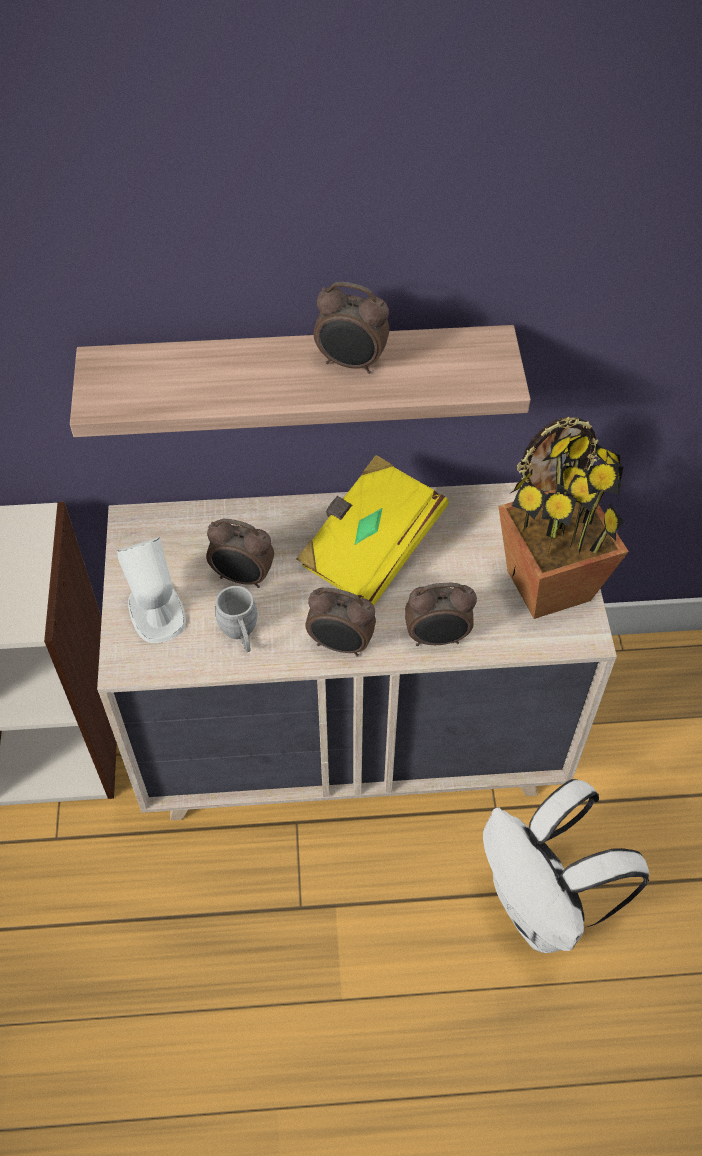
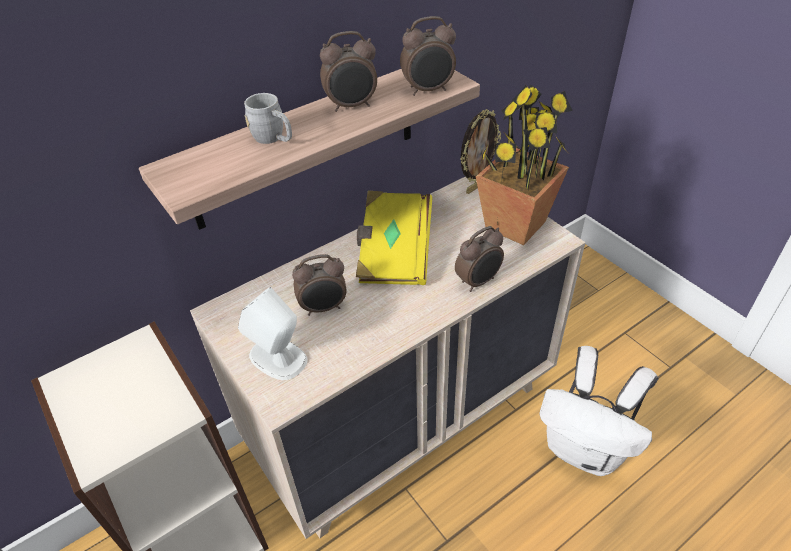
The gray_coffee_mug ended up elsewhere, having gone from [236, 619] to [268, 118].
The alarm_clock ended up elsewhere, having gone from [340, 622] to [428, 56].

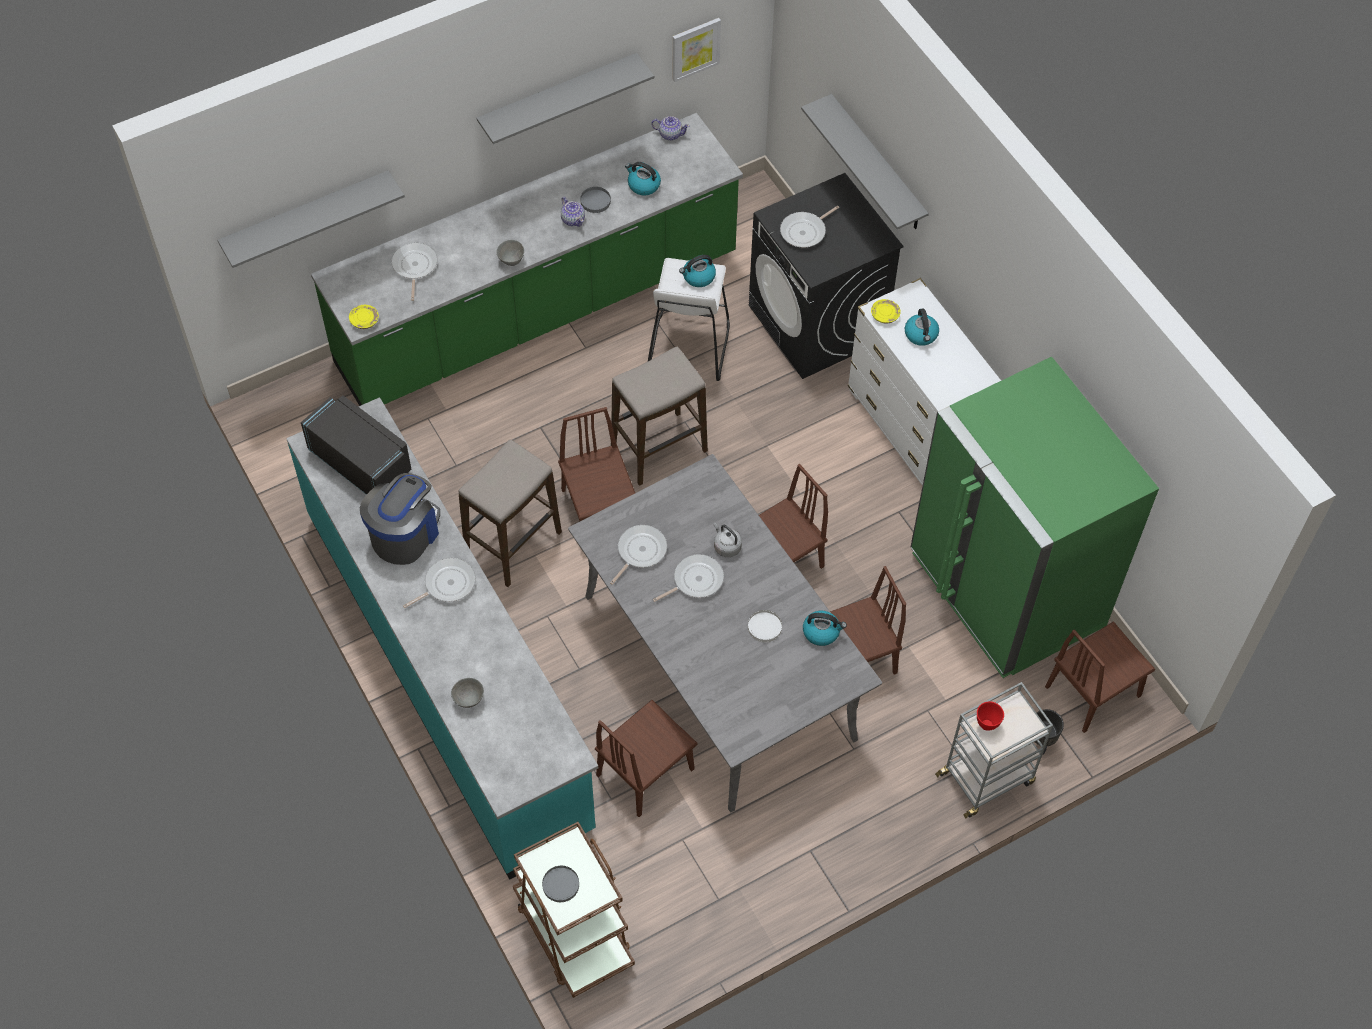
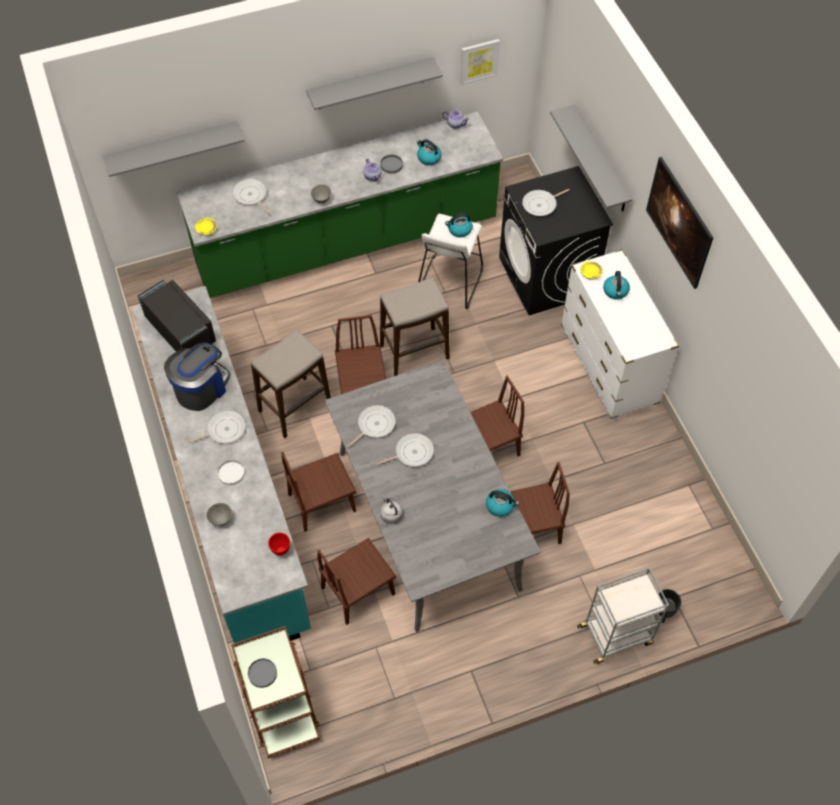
The pan at [414, 271] ended up facing another way, 45 degrees counterclockwise from before.
The gray_tea_kettle ended up elsewhere, having gone from [728, 540] to [391, 509].
The white_flat_dish ended up elsewhere, having gone from [765, 626] to [231, 472].
The second view lost the greenish_refrigerator at [1035, 517].
The red_deep_dish ended up elsewhere, having gone from [990, 716] to [279, 544].
The brown_chair ended up elsewhere, having gone from [1100, 677] to [318, 492].
The second view gained the wall_picture at [680, 223].

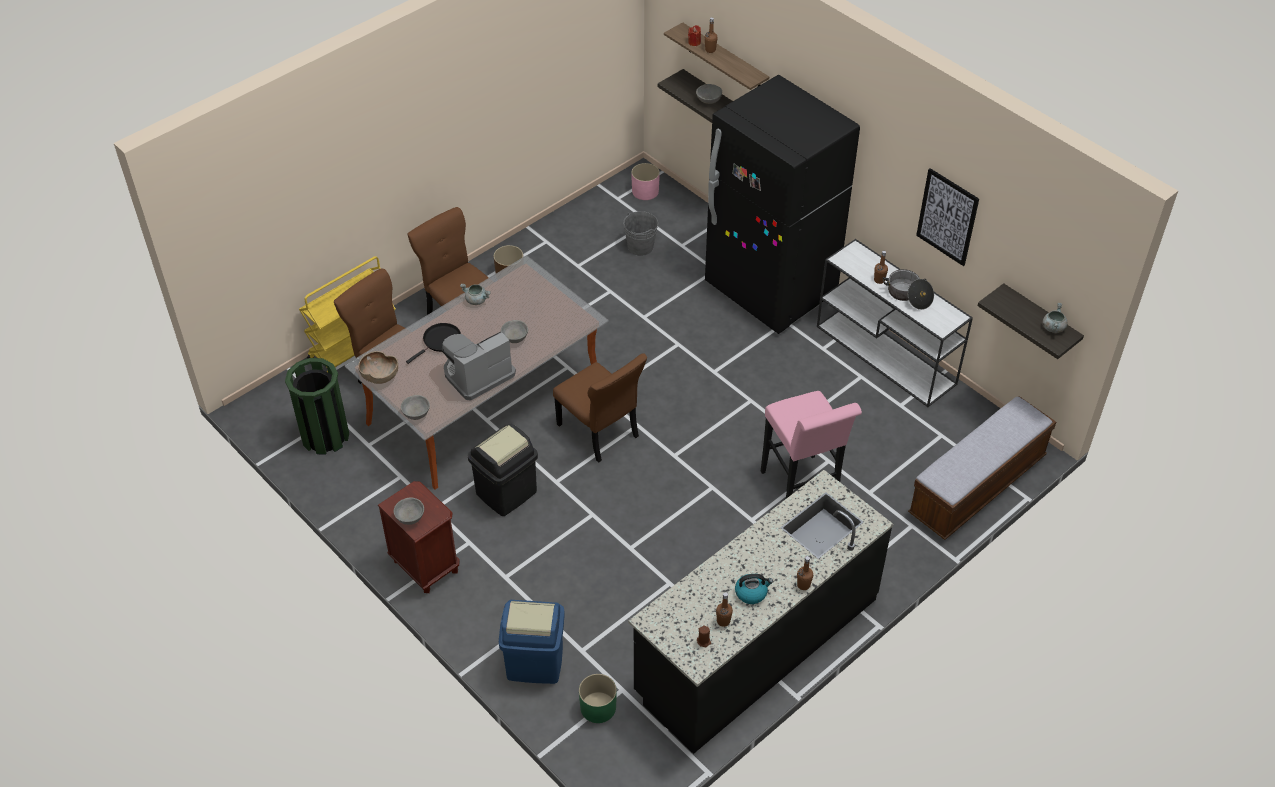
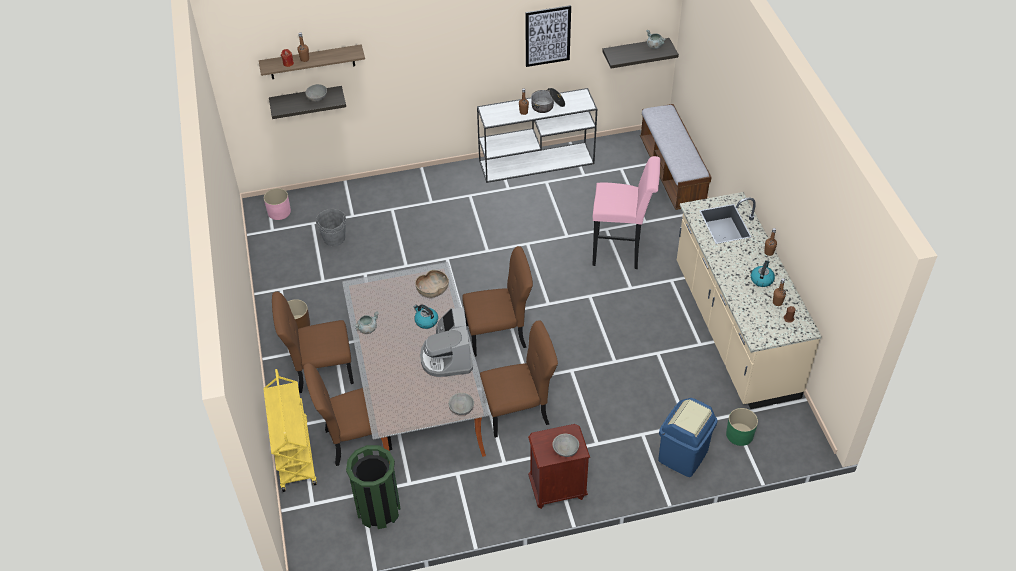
The brown_deep_dish ended up elsewhere, having gone from [378, 367] to [432, 284].
The second view lost the black_pan at [433, 343].
Where the black_waste_bin stood at [503, 470], the brown_chair came to stand at [519, 379].
Where the gray_deep_dish stood at [514, 331], the tea_kettle came to stand at [426, 316].
What was the black_kitchen_base_unit at [760, 612] turned into the beige_kitchen_base_unit at [749, 300].
The second view lost the black_refrigerator at [782, 204].

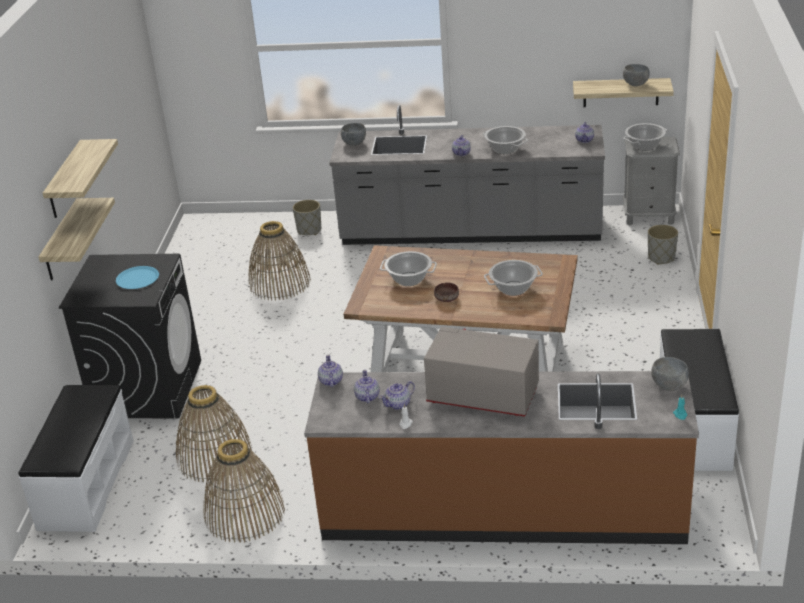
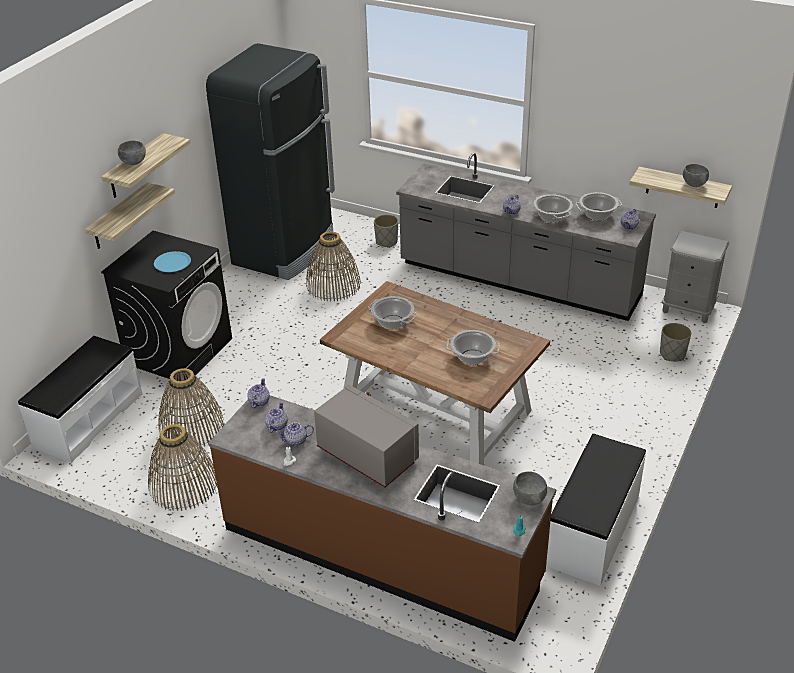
The gray_deep_dish ended up elsewhere, having gone from [353, 134] to [132, 153].
The second view lost the brown_deep_dish at [446, 292].
The cooking_pot ended up elsewhere, having gone from [645, 137] to [598, 206].
The second view gained the black_refrigerator at [270, 161].

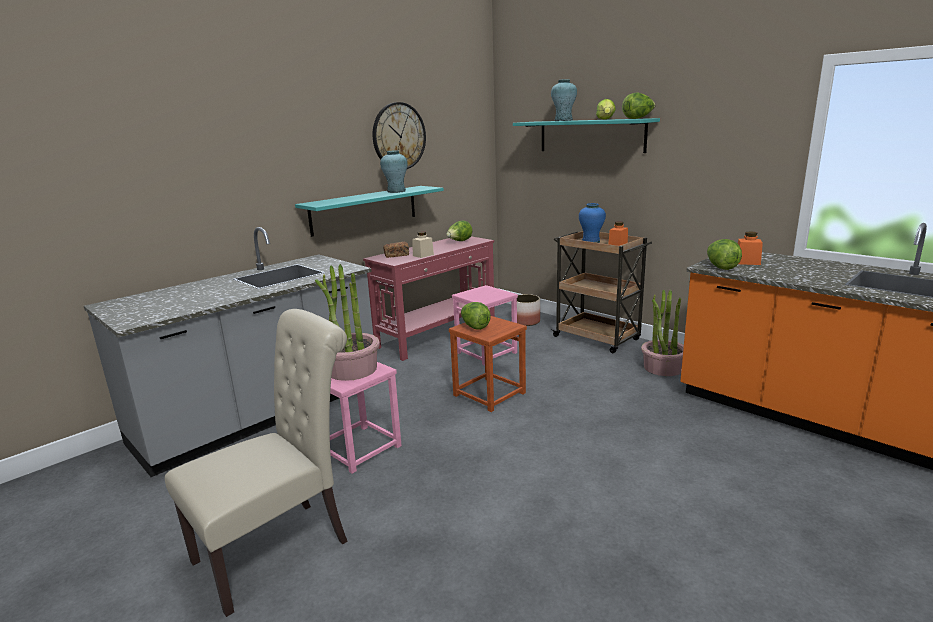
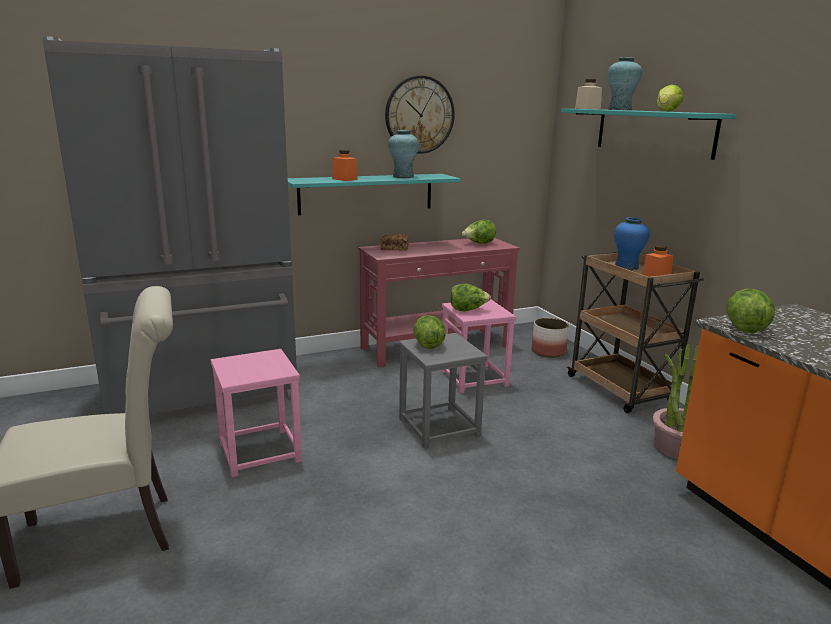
Where the gray_kitchen_base_unit stood at [228, 352], the gray_refrigerator came to stand at [170, 228].
The second view lost the potted_plant at [347, 322].
The beige_storage_jar ended up elsewhere, having gone from [423, 244] to [588, 94].
What was the brown_sitting_stool at [488, 364] turned into the gray_sitting_stool at [443, 391].
The lettuce ended up elsewhere, having gone from [639, 105] to [470, 297].
The orangey_storage_jar ended up elsewhere, having gone from [750, 248] to [345, 165].

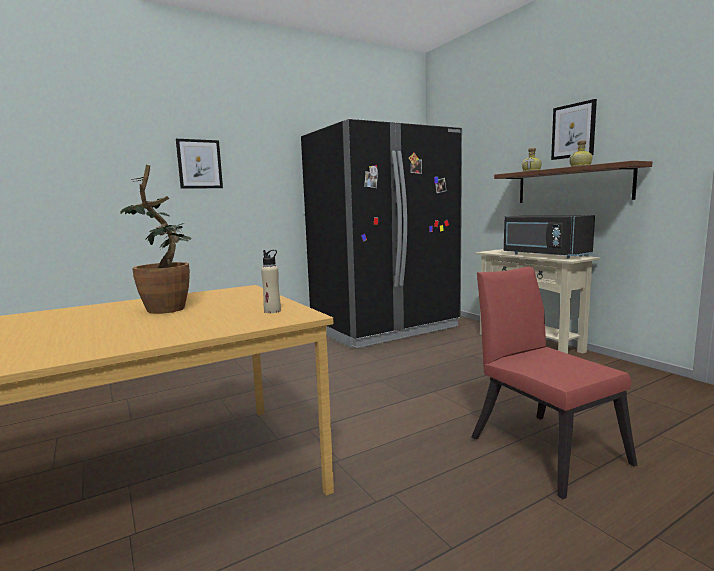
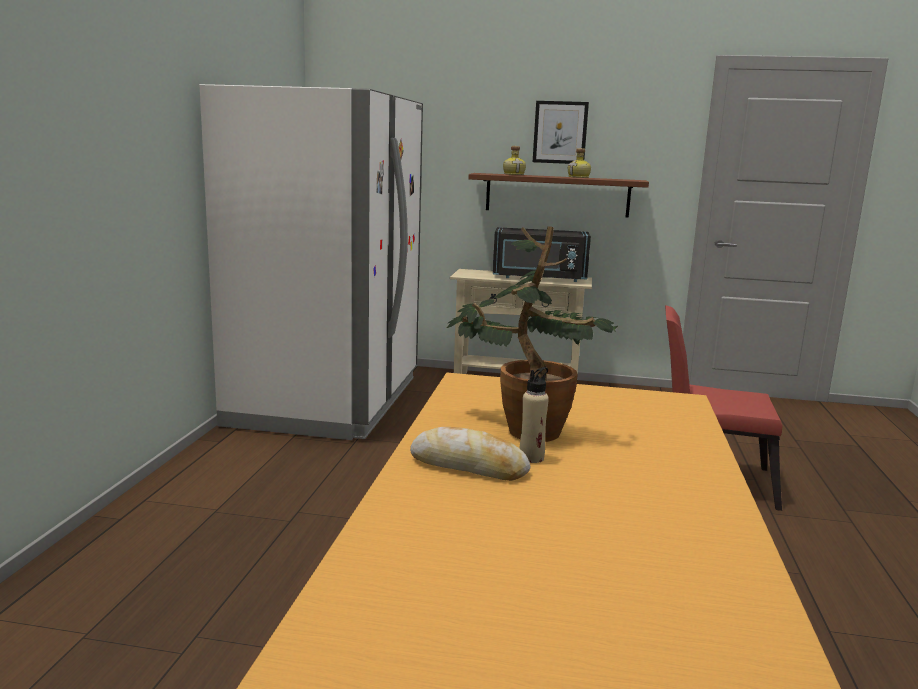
The second view lost the wall_picture at [199, 164].
The beige_beverage_bottle ended up elsewhere, having gone from [271, 281] to [534, 415].
What was the black_refrigerator at [381, 233] turned into the white_refrigerator at [311, 262].
The second view gained the bakery_bread at [470, 454].

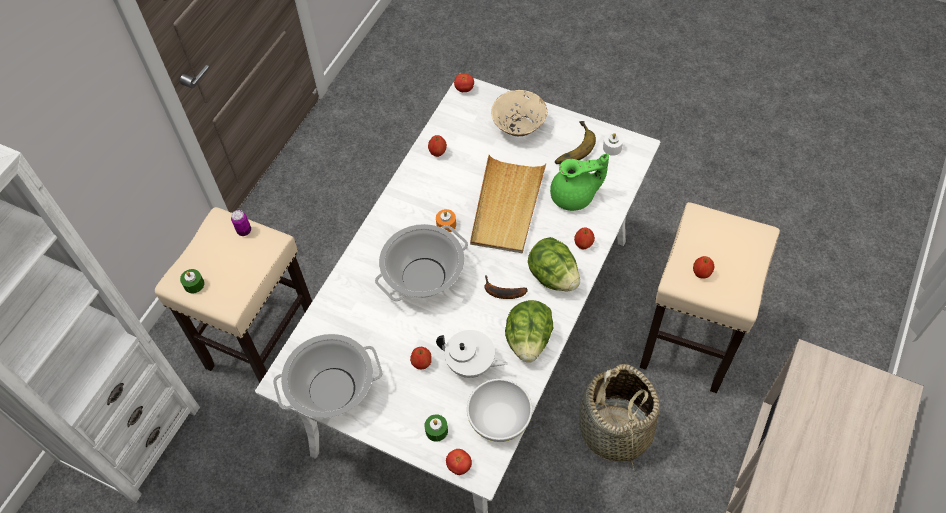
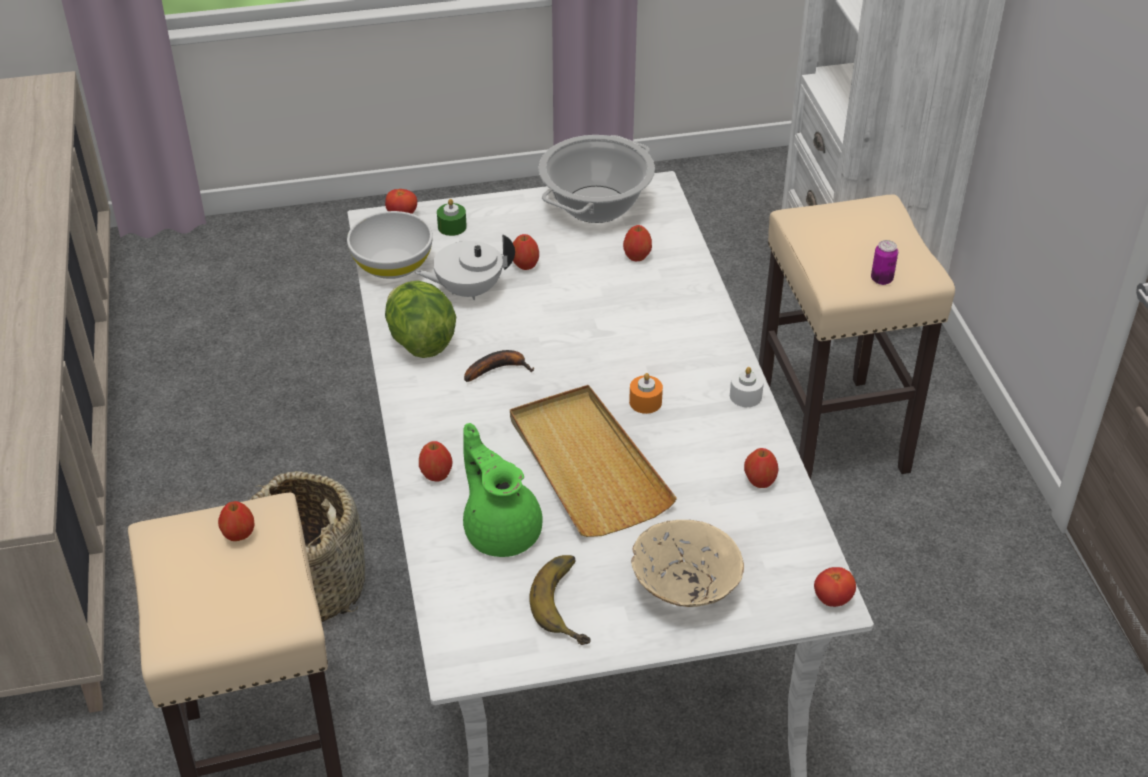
The second view lost the greenish_wax_candle at [192, 281].
The second view lost the cooking_pot at [421, 263].
The second view lost the lettuce at [554, 264].
The greenish_tea_pot at [579, 182] ended up facing another way, 105 degrees clockwise from before.
The white_wax_candle ended up elsewhere, having gone from [613, 144] to [747, 387].
The second view gained the apple at [637, 243].

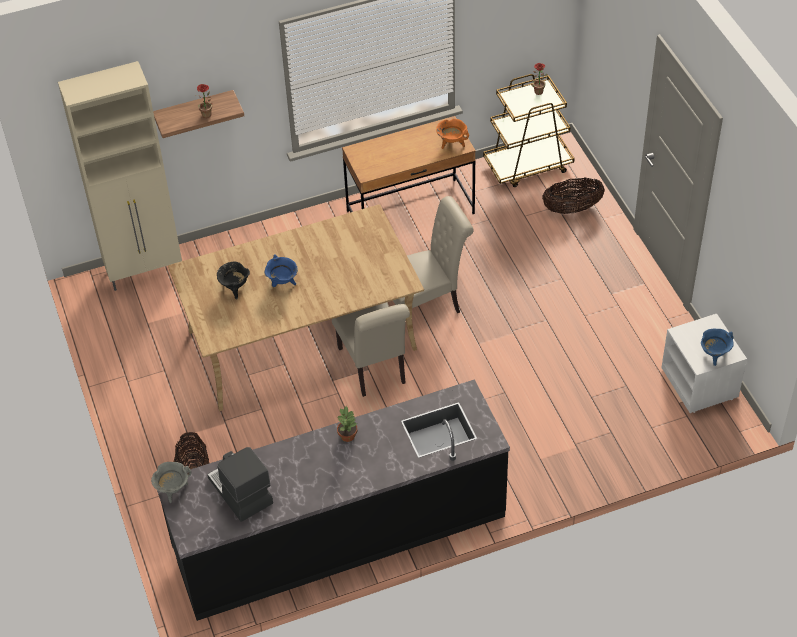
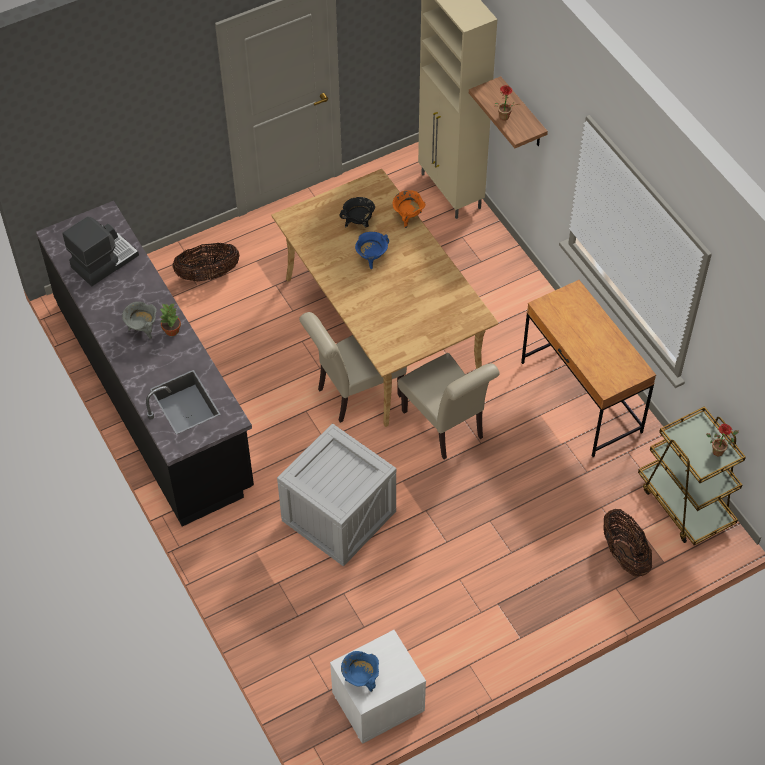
The gray_cooking_pot ended up elsewhere, having gone from [171, 482] to [139, 320].
The orangey_cooking_pot ended up elsewhere, having gone from [452, 133] to [409, 209].
The second view gained the shipping_crate at [336, 495].

